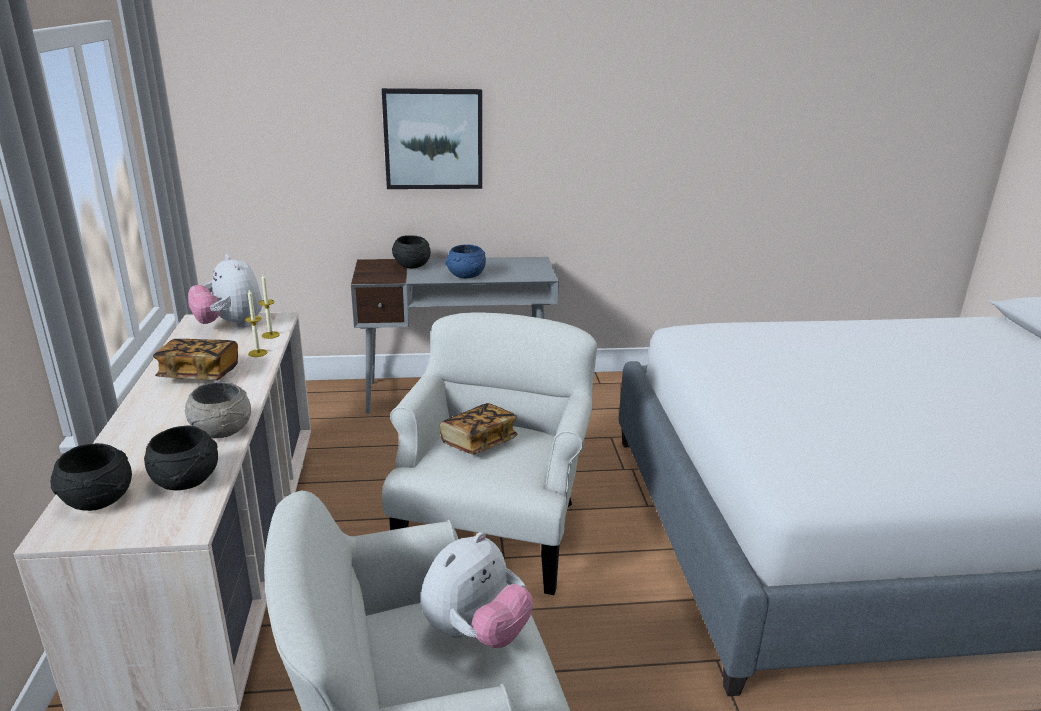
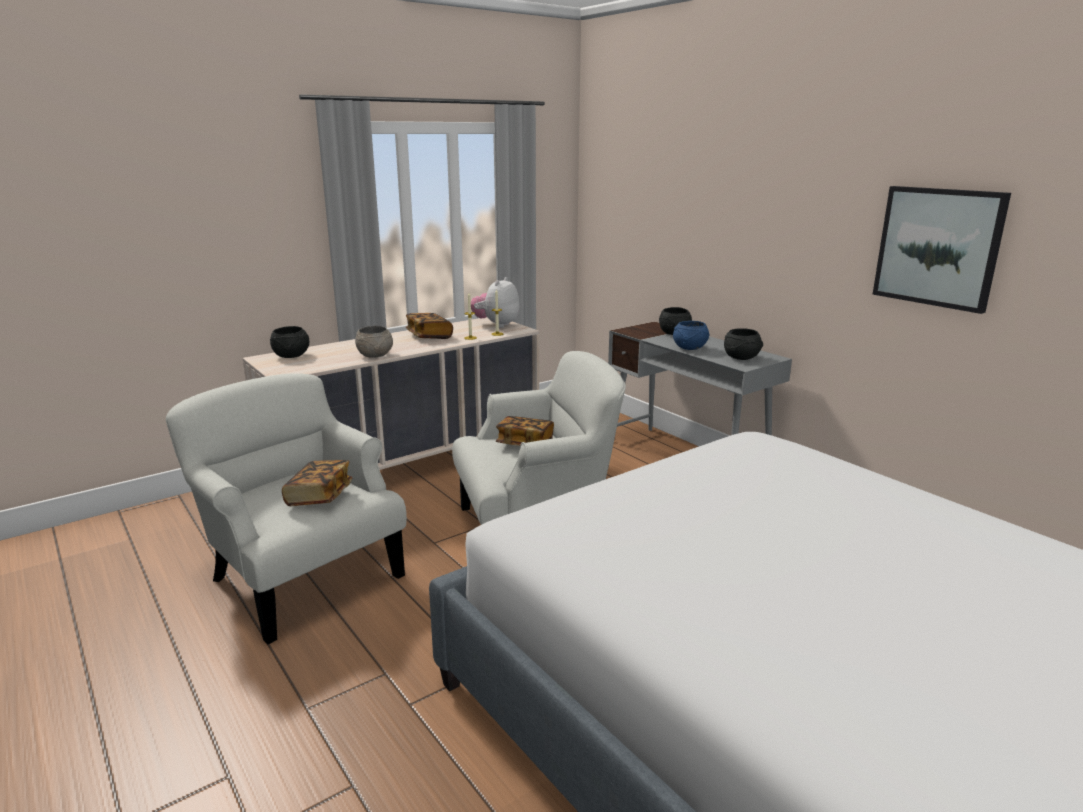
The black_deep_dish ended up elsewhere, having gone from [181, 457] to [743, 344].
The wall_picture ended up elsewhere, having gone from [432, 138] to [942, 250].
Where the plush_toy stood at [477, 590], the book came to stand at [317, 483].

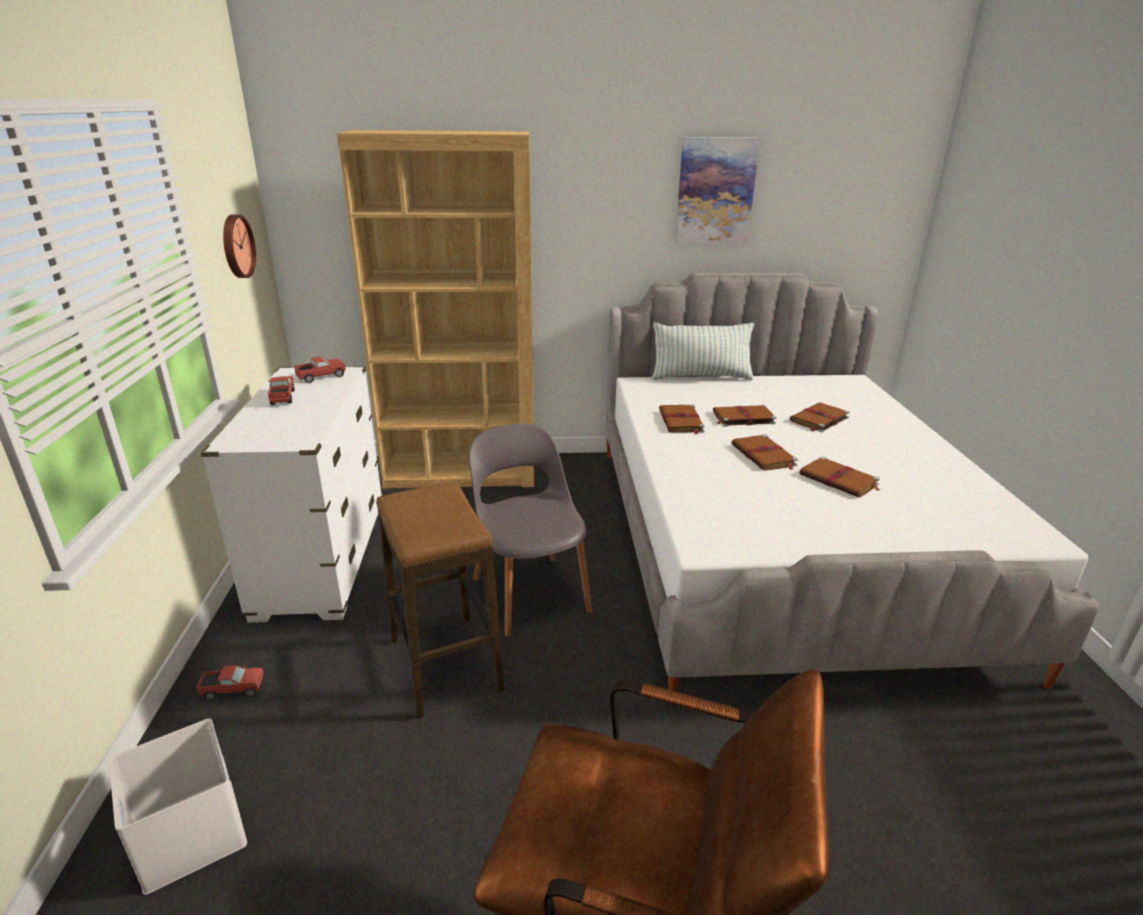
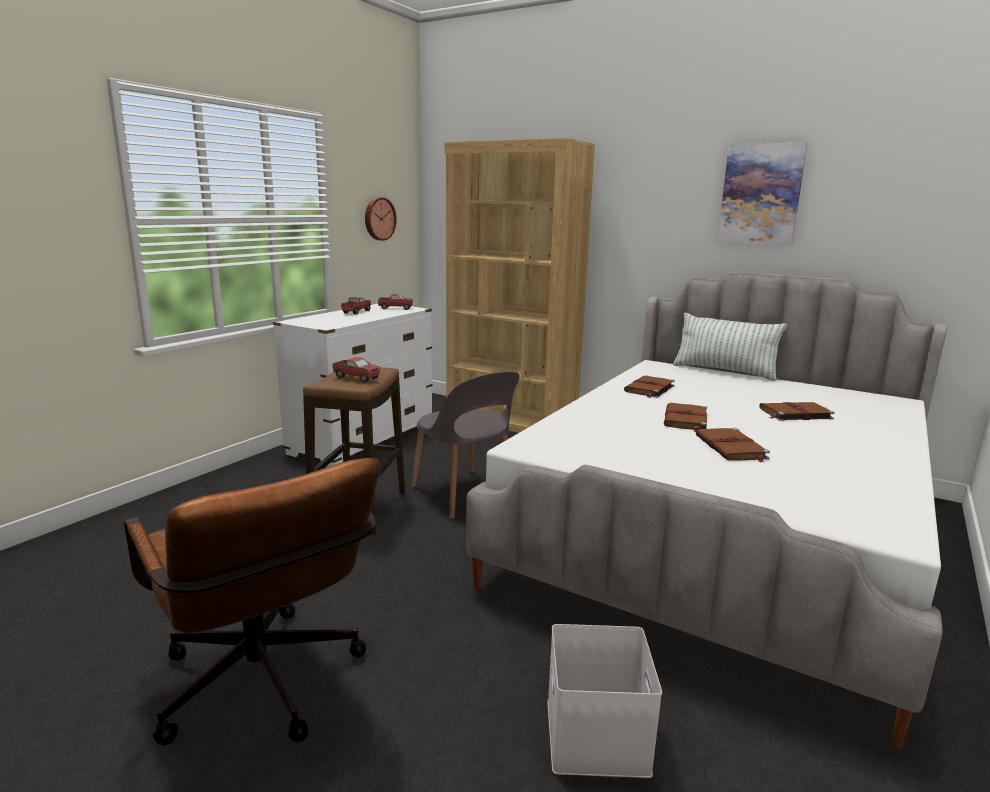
The white_storage_container ended up elsewhere, having gone from [178, 807] to [604, 701].
The toy_truck ended up elsewhere, having gone from [230, 683] to [356, 369].
The gray_chair at [530, 530] ended up facing another way, 135 degrees clockwise from before.
The second view lost the brown_book at [745, 415].

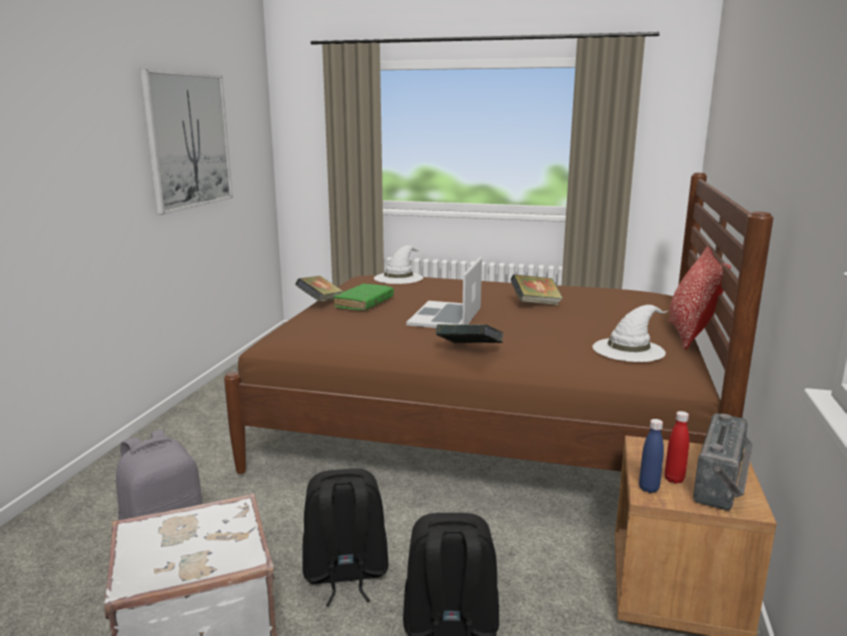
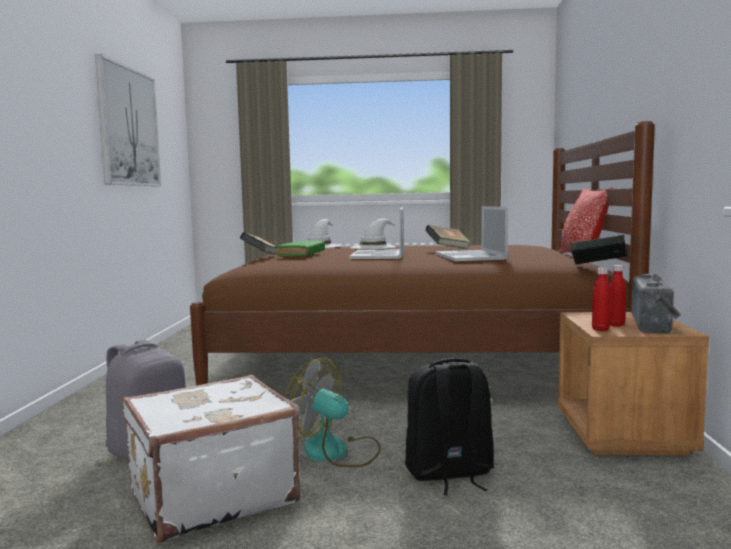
Where the black_knapsack stood at [345, 537], the cooling_fan came to stand at [332, 412].
The book ended up elsewhere, having gone from [469, 333] to [598, 250].
The white_clothing_hat ended up elsewhere, having gone from [630, 333] to [373, 233].
What was the blue-coloured_beverage_bottle at [651, 456] turned into the red_beverage_bottle at [601, 299].
The second view gained the notebook_computer at [471, 233].

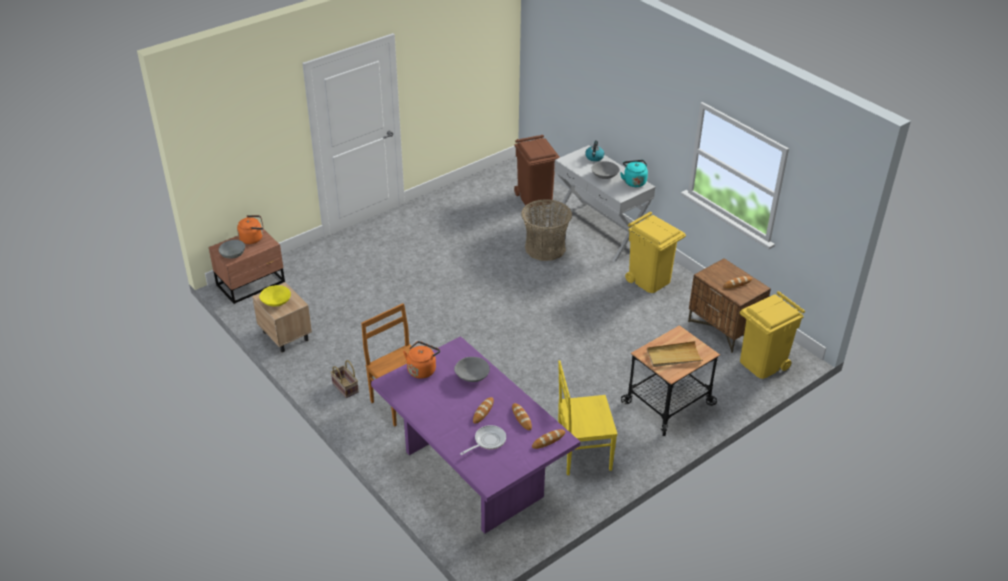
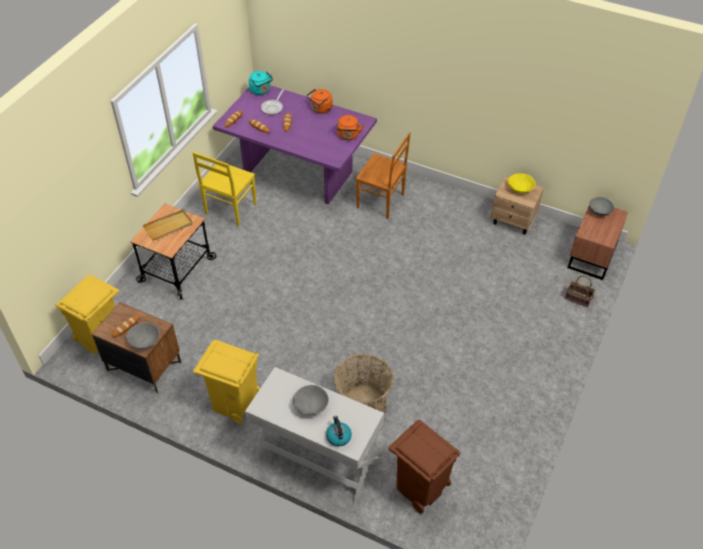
The orangey_tea_kettle ended up elsewhere, having gone from [250, 229] to [319, 101].
The storage_basket ended up elsewhere, having gone from [345, 379] to [580, 291].
The gray_deep_dish ended up elsewhere, having gone from [472, 369] to [143, 335].
The yellowish_chair at [588, 418] ended up facing another way, 150 degrees clockwise from before.
The turquoise_tea_kettle ended up elsewhere, having gone from [634, 173] to [261, 83].

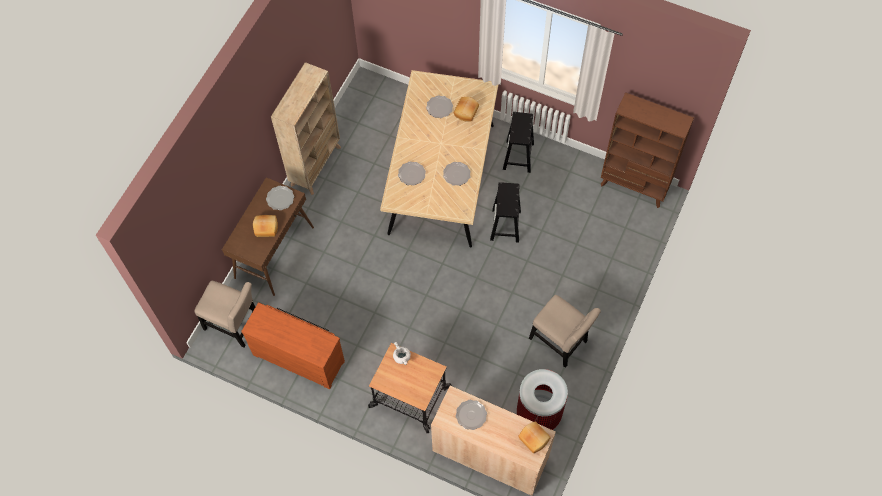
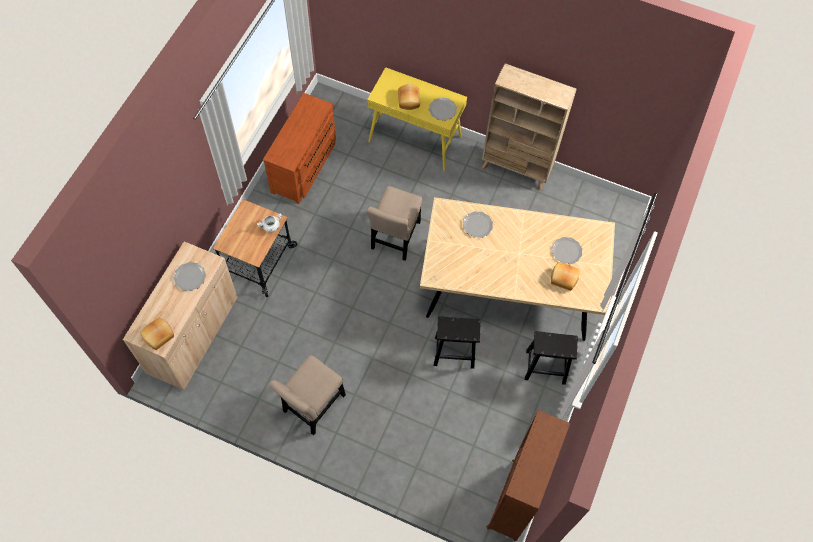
The beige_chair ended up elsewhere, having gone from [224, 314] to [394, 223].
What was the brown_console_table at [268, 236] turned into the yellowish_console_table at [417, 119].
The second view lost the flat_dish at [457, 174].
The second view lost the waste_bin at [542, 399].

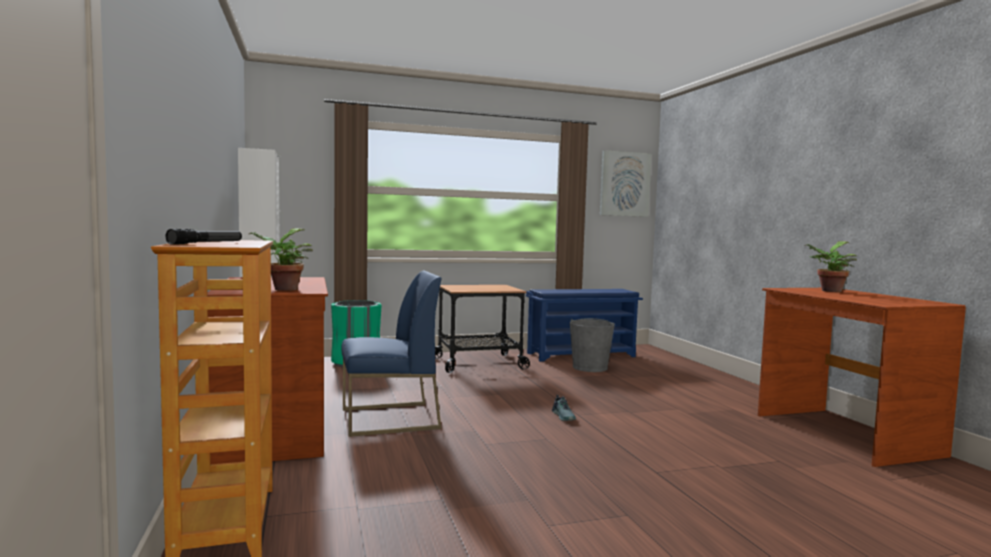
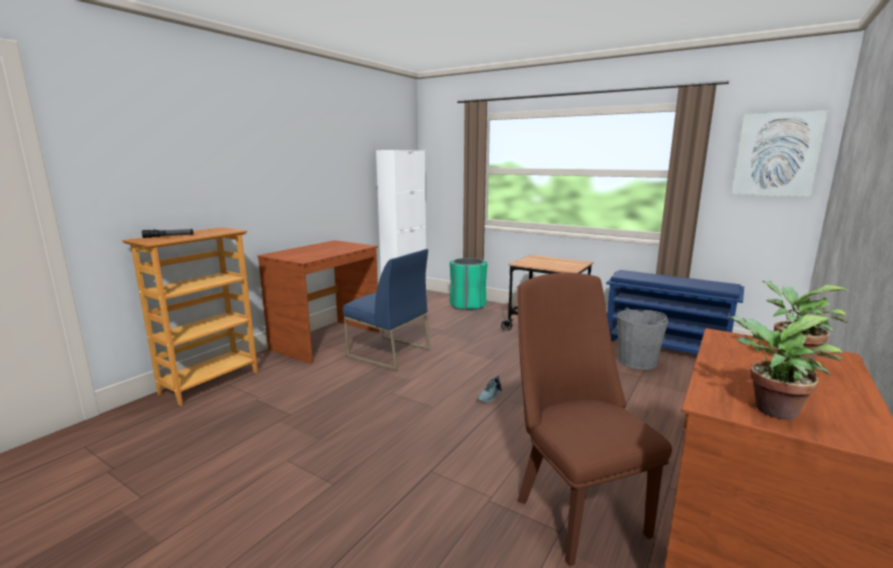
The potted_plant ended up elsewhere, having gone from [281, 259] to [784, 367].
The second view gained the brown_chair at [594, 419].

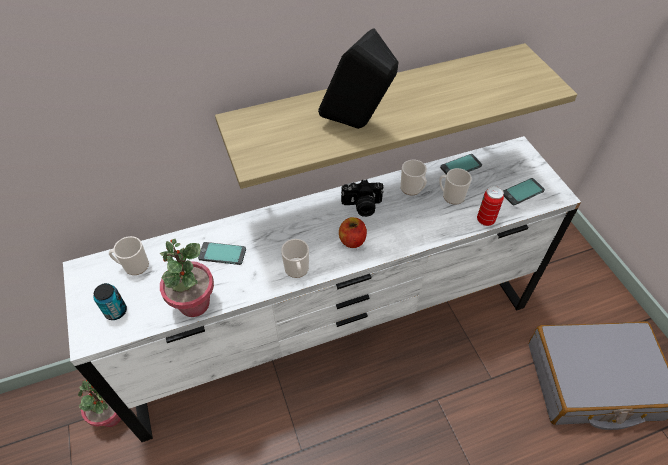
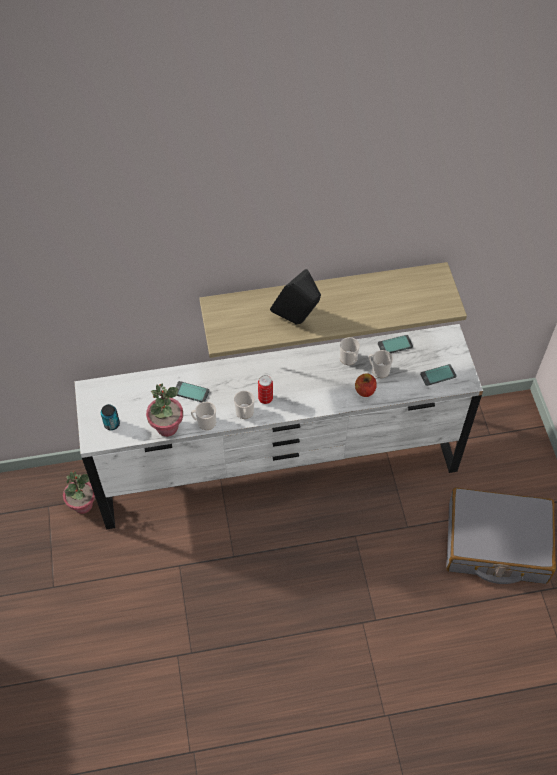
The coffee_mug ended up elsewhere, having gone from [129, 255] to [203, 416].
The apple ended up elsewhere, having gone from [353, 232] to [366, 385].
The second view lost the still_camera at [362, 198].
The sealed_can ended up elsewhere, having gone from [490, 206] to [265, 389].

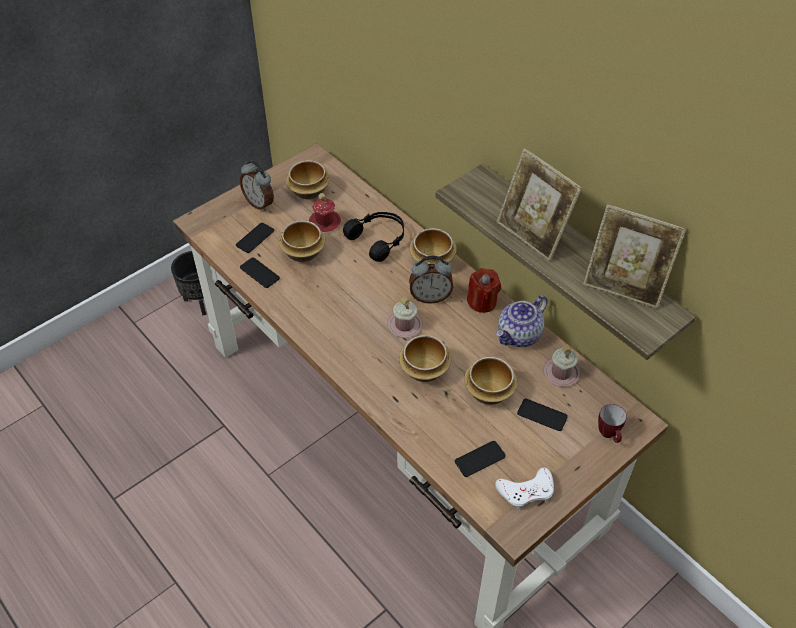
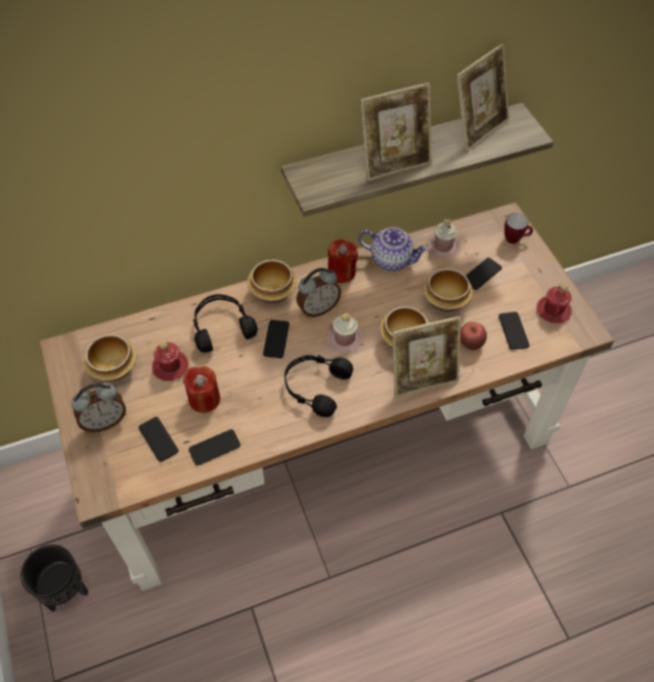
Where the deep_dish stood at [301, 241], the red_wax_candle came to stand at [201, 389].
The alarm_clock at [431, 280] ended up facing another way, 45 degrees clockwise from before.
Where the white_gamepad stood at [524, 489], the red_coffee_mug came to stand at [554, 303].
The tea_pot at [521, 321] ended up facing another way, 45 degrees counterclockwise from before.
The second view gained the handset at [276, 339].
The second view gained the black_headset at [318, 385].
The second view gained the standing_frame at [426, 356].
The second view gained the apple at [473, 336].

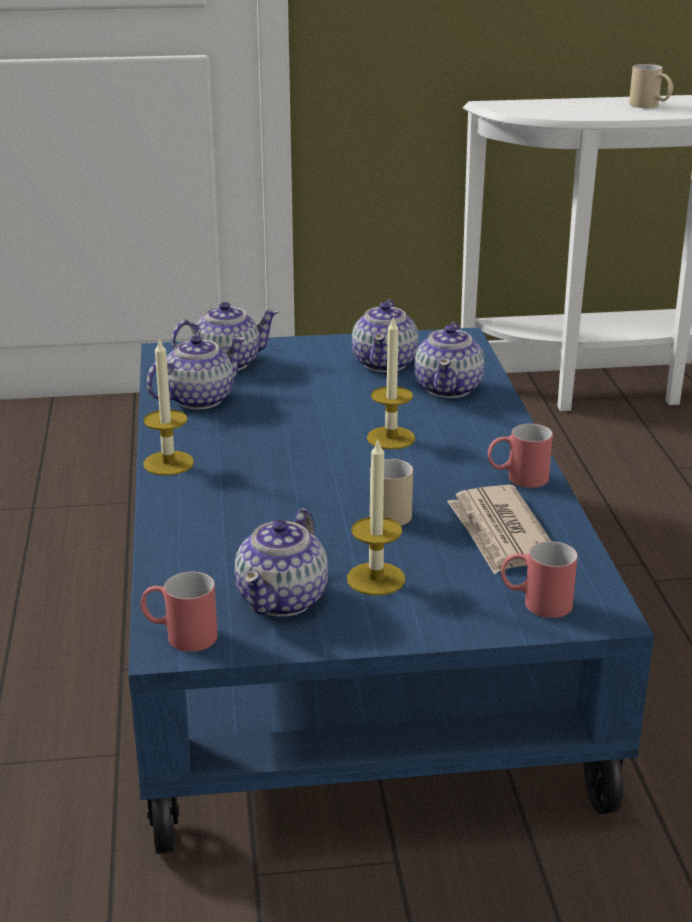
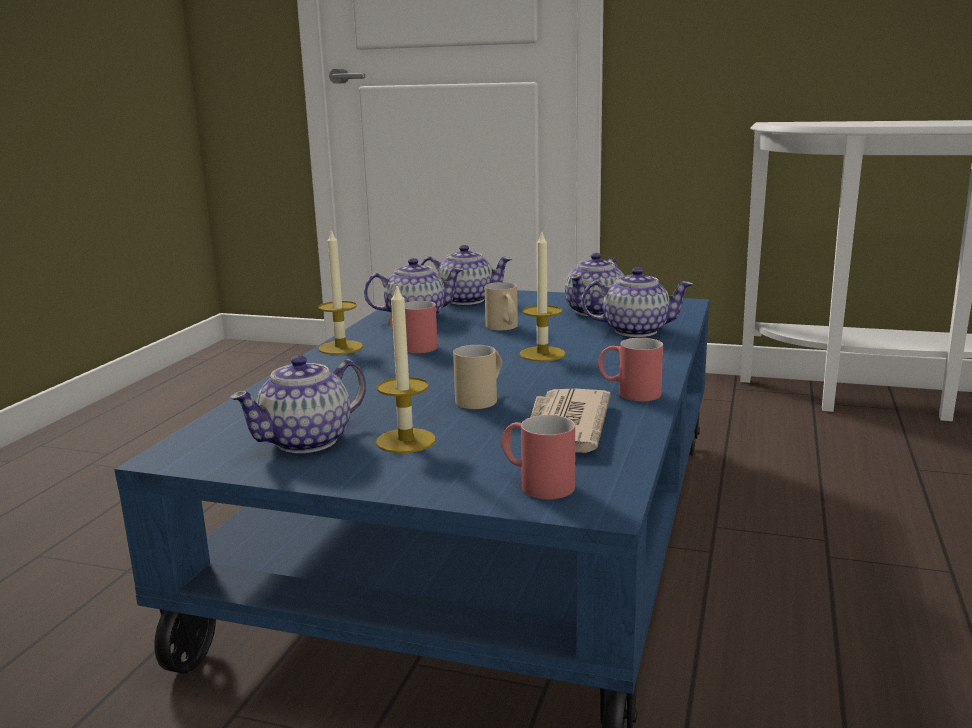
The red_coffee_mug ended up elsewhere, having gone from [179, 611] to [413, 327].
The tea_pot at [449, 360] ended up facing another way, 120 degrees counterclockwise from before.
The beige_coffee_mug ended up elsewhere, having gone from [651, 86] to [501, 306].

